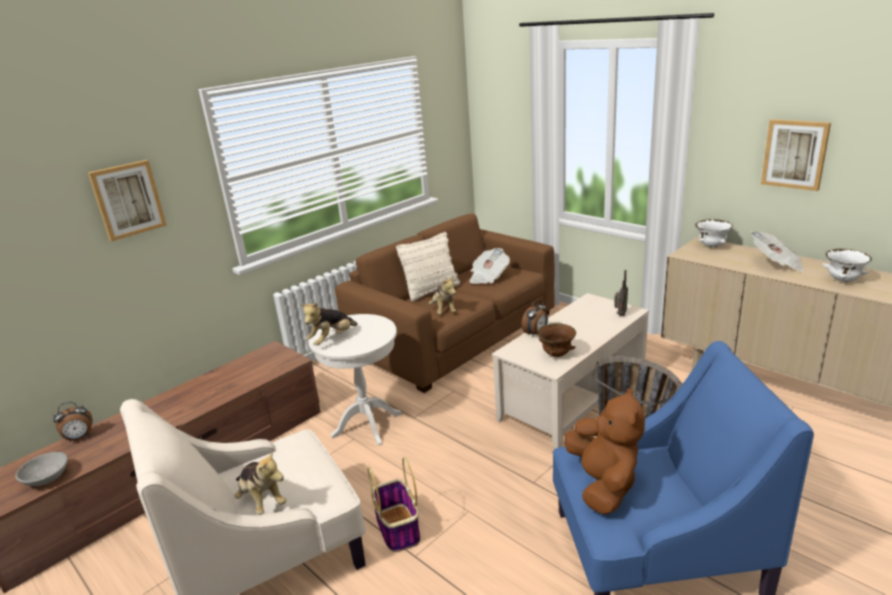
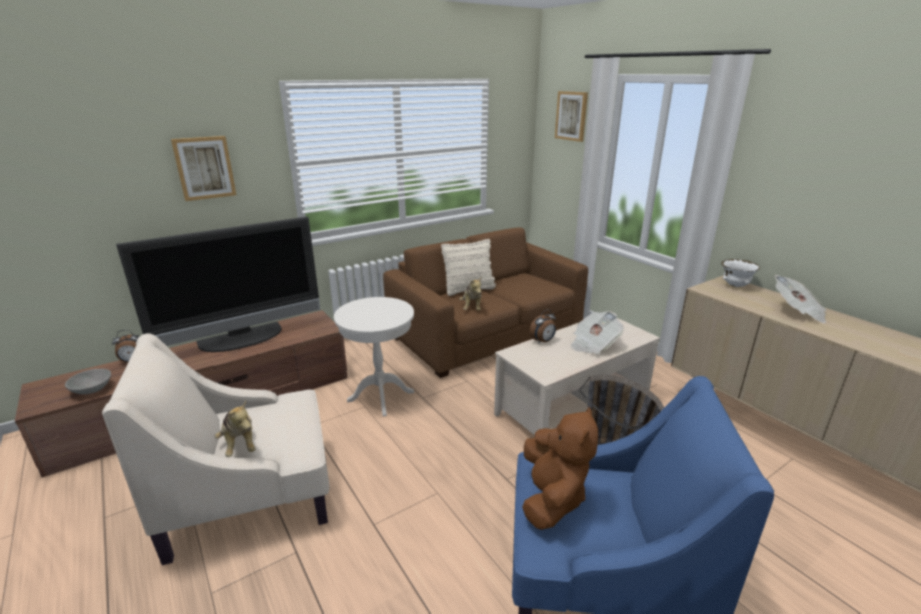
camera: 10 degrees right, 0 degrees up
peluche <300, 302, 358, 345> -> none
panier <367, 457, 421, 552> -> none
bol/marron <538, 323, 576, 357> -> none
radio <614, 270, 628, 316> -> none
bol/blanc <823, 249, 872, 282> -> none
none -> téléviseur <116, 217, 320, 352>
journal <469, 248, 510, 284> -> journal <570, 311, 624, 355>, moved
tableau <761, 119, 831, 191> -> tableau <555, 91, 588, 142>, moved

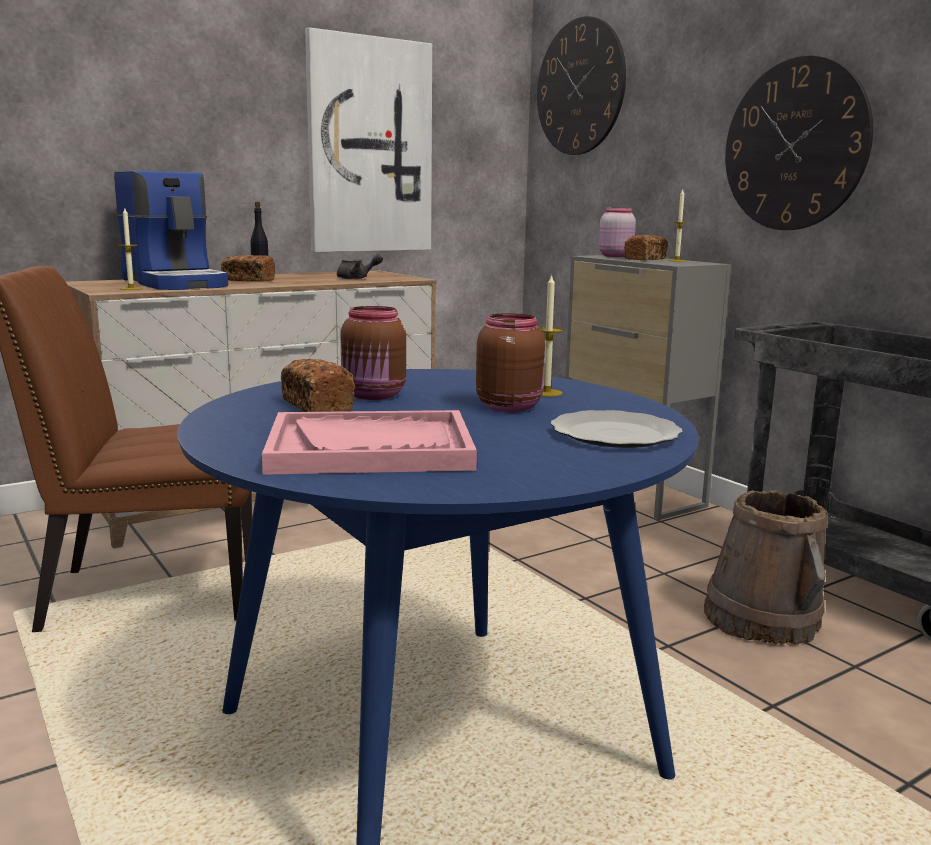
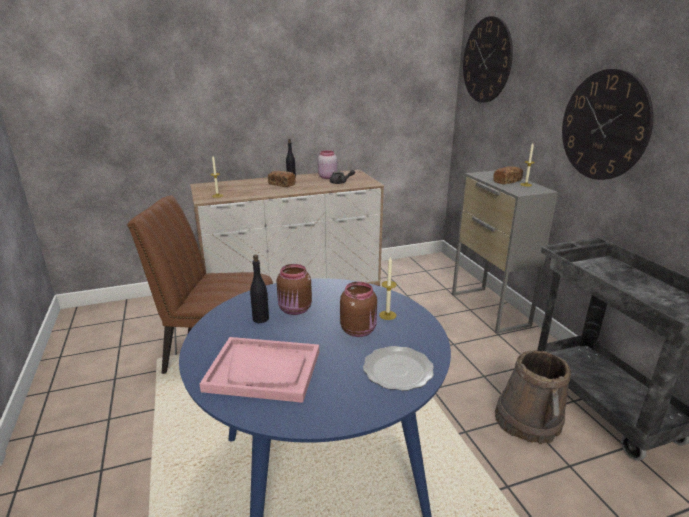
camera: 15 degrees right, 10 degrees up
machine à café <114, 171, 228, 290> -> none
tableau <305, 27, 432, 252> -> none
bocal/rose <599, 208, 636, 257> -> bocal/rose <318, 150, 337, 179>, moved
pain <281, 359, 355, 412> -> bouteille/noir <250, 254, 269, 323>

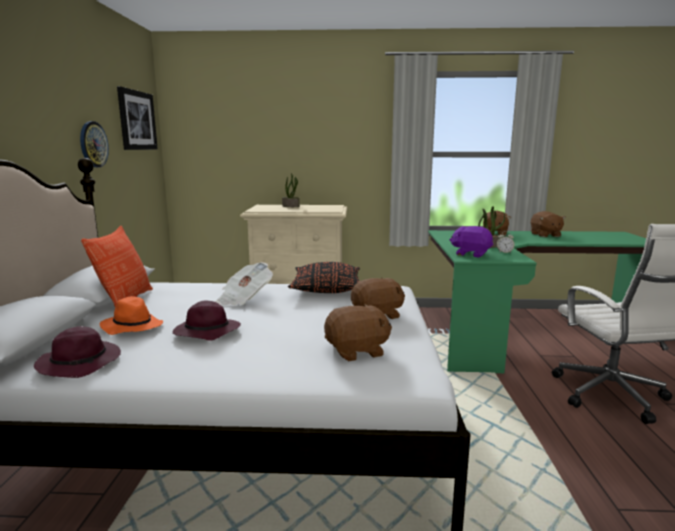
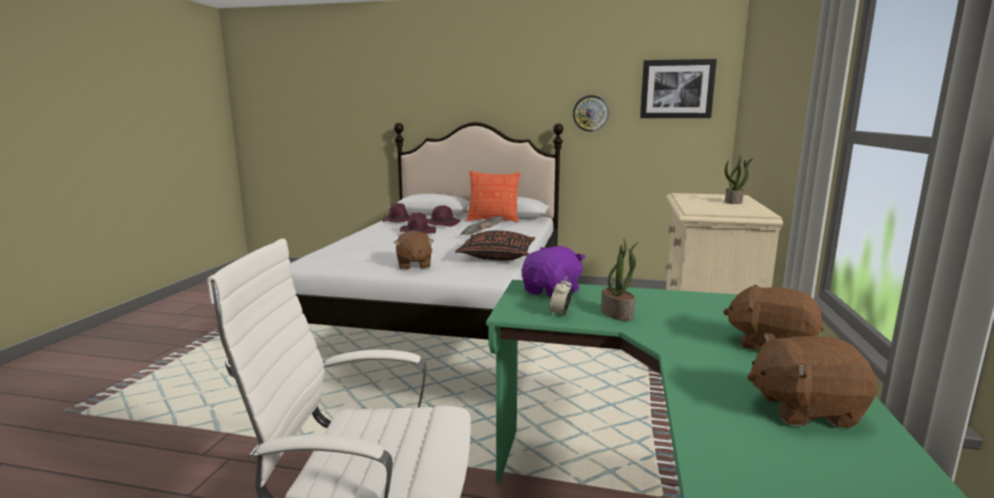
camera: 100 degrees right, 0 degrees up
peluche/marron <324, 304, 392, 361> -> none
chapeau/orange <100, 296, 163, 335> -> chapeau/violet <427, 205, 461, 227>

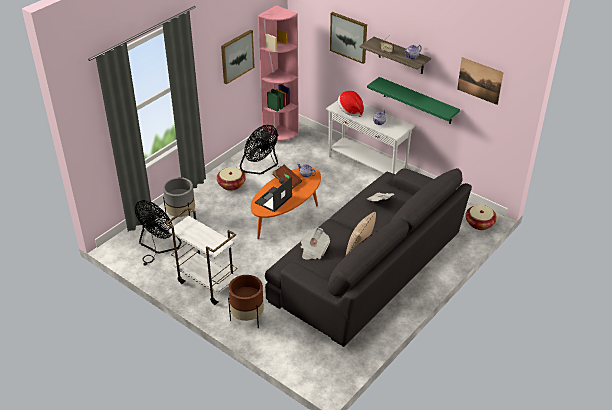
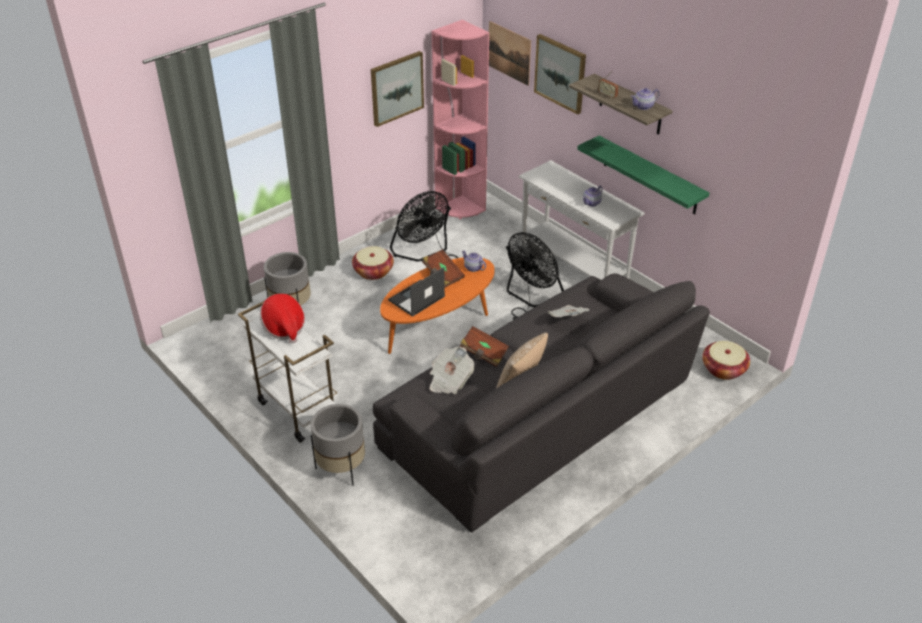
camera: 10 degrees right, 0 degrees up
none -> livre/marron <459, 326, 509, 367>
ventilateur/noir <134, 200, 181, 266> -> ventilateur/noir <506, 232, 564, 320>, moved
chapeau <338, 91, 364, 117> -> chapeau <260, 294, 305, 344>, moved
tableau <457, 57, 504, 105> -> tableau <489, 21, 531, 86>, moved
cache-pot/marron <228, 275, 264, 328> -> cache-pot/gris <311, 404, 365, 486>

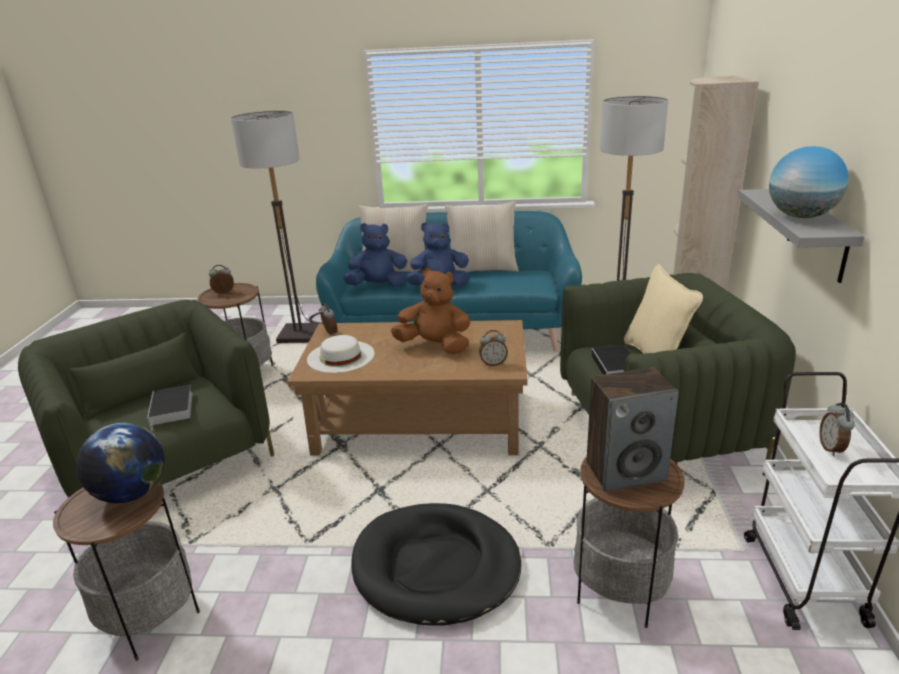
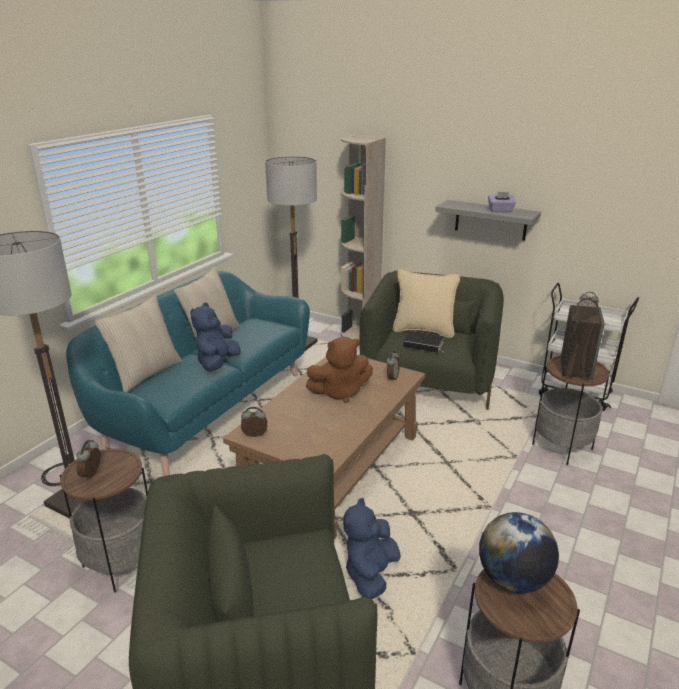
camera: 65 degrees left, 0 degrees up
livre <147, 385, 193, 431> -> none
chapeau/blanc <307, 335, 375, 373> -> none
panier pour chien/noir <351, 503, 521, 626> -> none
peluche/bleu <343, 223, 408, 287> -> peluche/bleu <343, 498, 401, 599>, moved
globe <769, 146, 849, 218> -> boîte à mouchoirs/violet <488, 192, 516, 212>
peluche/marron <391, 268, 470, 354> -> peluche/marron <306, 337, 373, 403>, 150 degrees counterclockwise

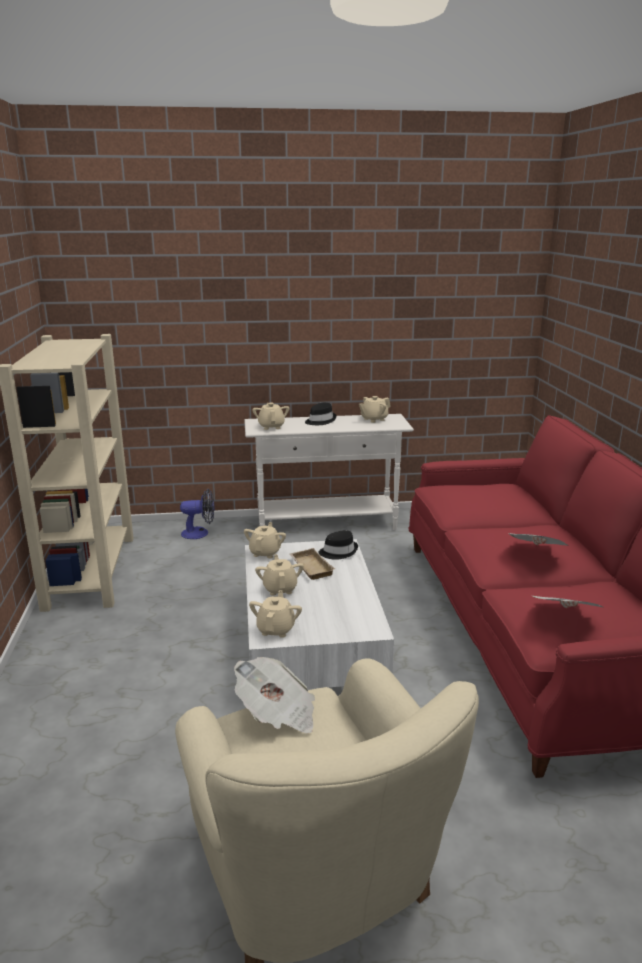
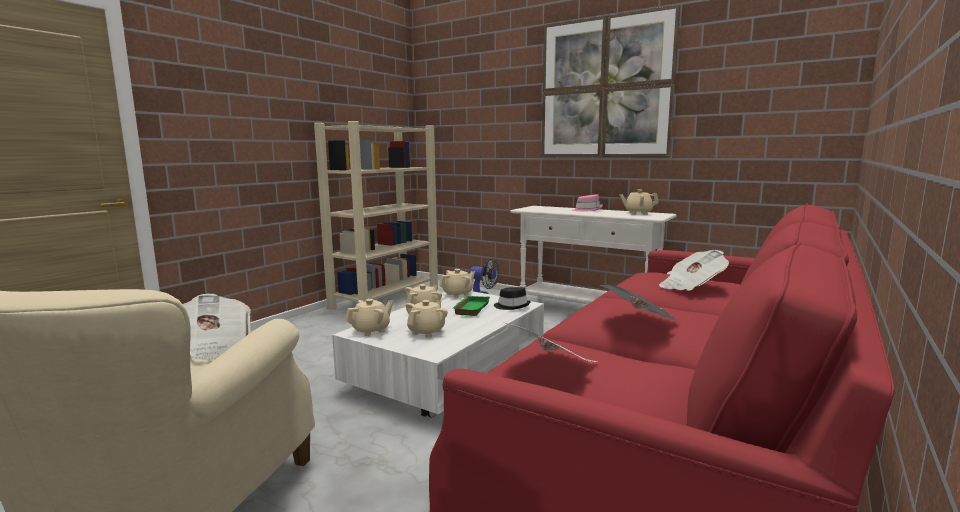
camera: 40 degrees right, 10 degrees down
none -> tableau <542, 5, 680, 157>
none -> journal <659, 250, 729, 291>
théière/beige <252, 403, 290, 430> -> théière/beige <406, 300, 448, 337>, moved
plateau/beige <290, 548, 335, 580> -> plateau/vert <453, 296, 490, 316>
chapeau/noir <305, 403, 336, 425> -> chapeau/rose <572, 194, 603, 212>

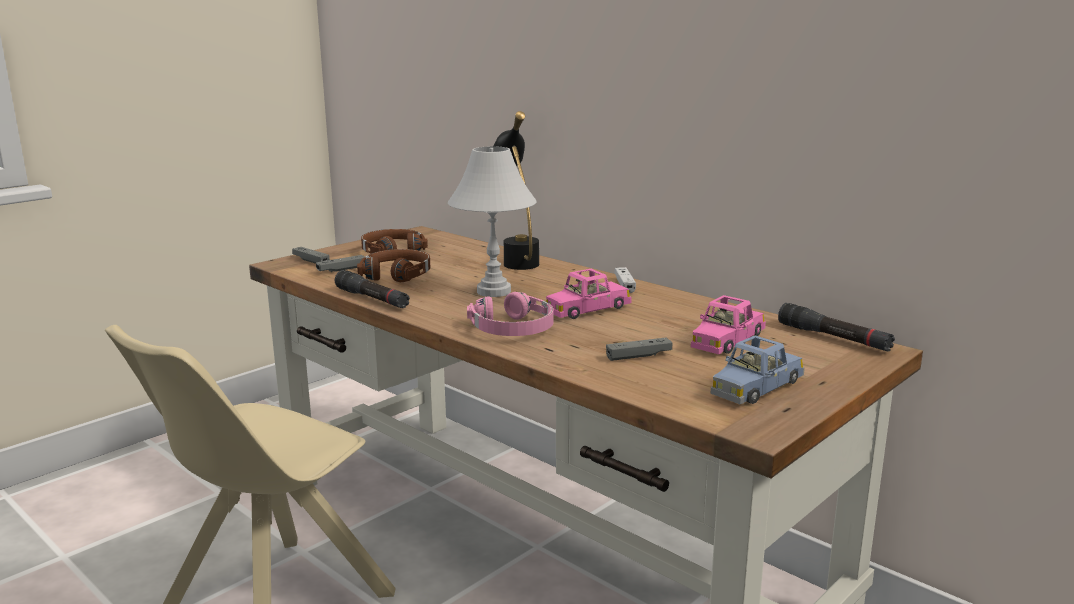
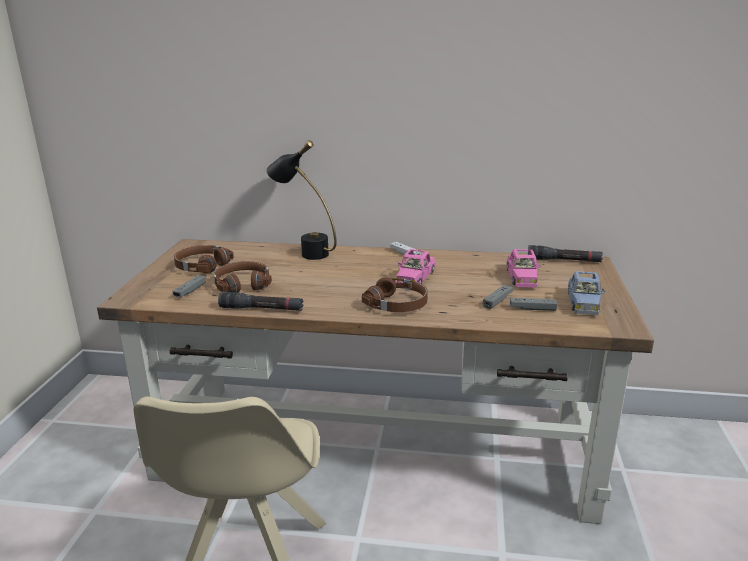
camera: 35 degrees left, 5 degrees up
lampe de table/blanc <448, 146, 537, 297> -> none
manette/gris <292, 247, 330, 264> -> manette/gris <510, 298, 557, 311>, moved
casque audio/rose <467, 292, 554, 336> -> casque audio/marron <362, 277, 428, 312>

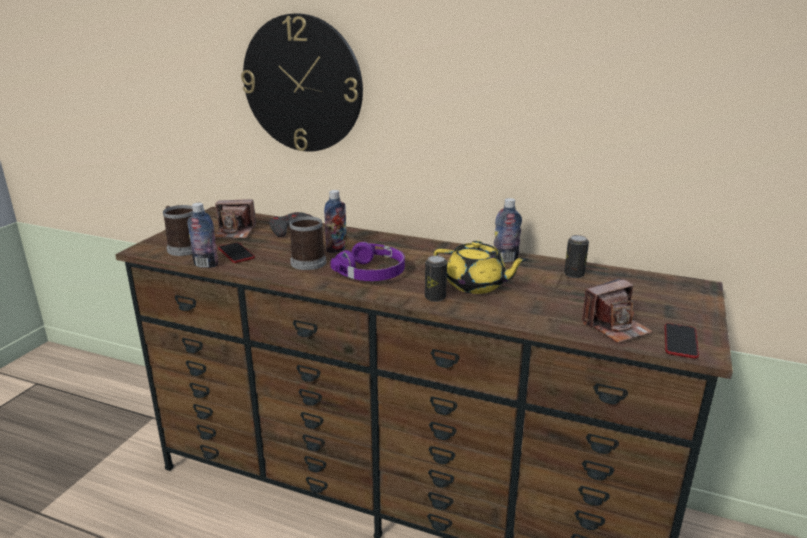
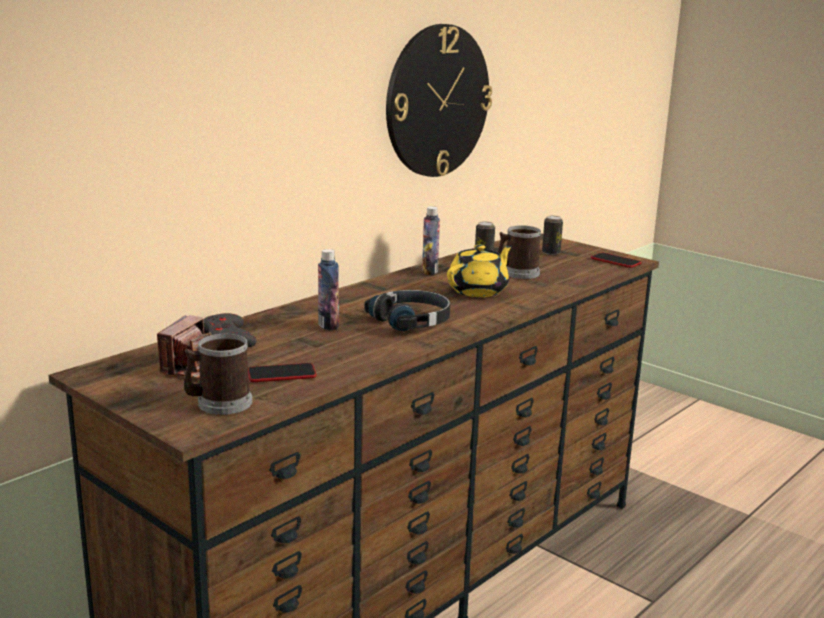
camera: 70 degrees left, 5 degrees down
bouteille <188, 203, 218, 268> -> none
appareil photo <582, 278, 653, 343> -> none
horloge murale <241, 13, 363, 152> -> horloge murale <386, 24, 492, 177>, moved
mug <290, 216, 326, 270> -> mug <497, 225, 541, 279>, moved
boîte métallique <425, 255, 447, 302> -> boîte métallique <542, 216, 563, 255>, moved
casque audio/violet <330, 242, 405, 281> -> casque audio/noir <365, 290, 450, 331>

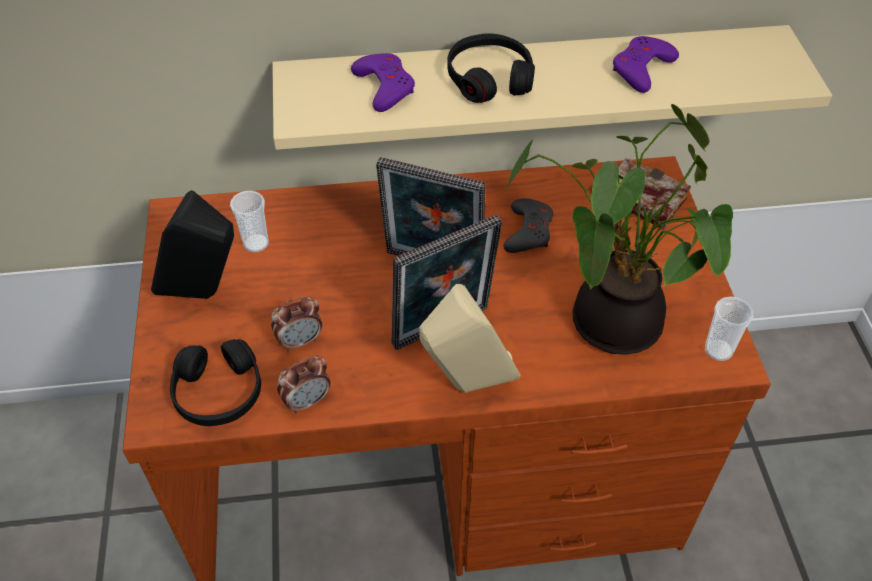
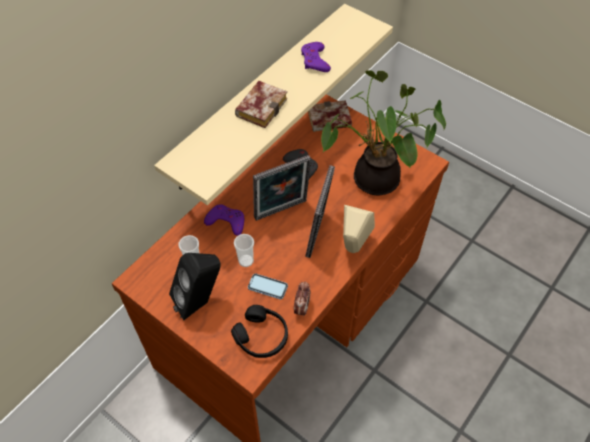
camera: 45 degrees left, 5 degrees up
manette/violet <351, 53, 415, 112> -> manette/violet <204, 204, 244, 236>, moved
tasse <705, 296, 753, 361> -> tasse <234, 234, 254, 267>, moved
réveil <271, 297, 322, 352> -> téléphone <248, 274, 288, 299>
casque audio/noir <447, 33, 535, 103> -> livre <235, 81, 287, 128>

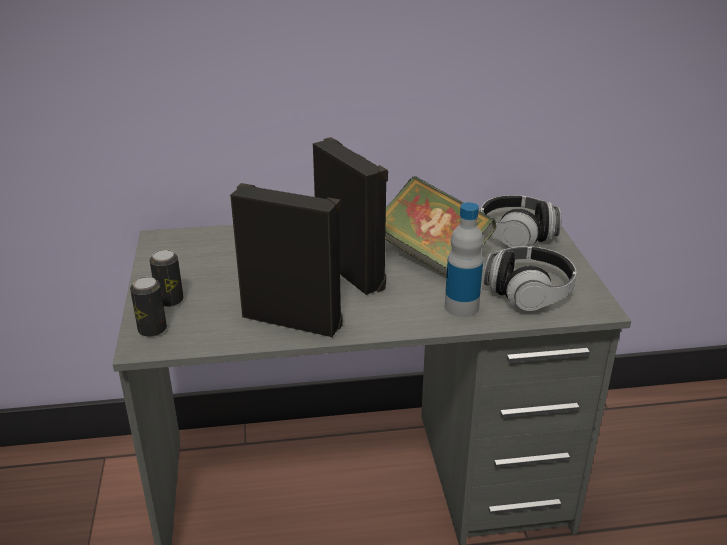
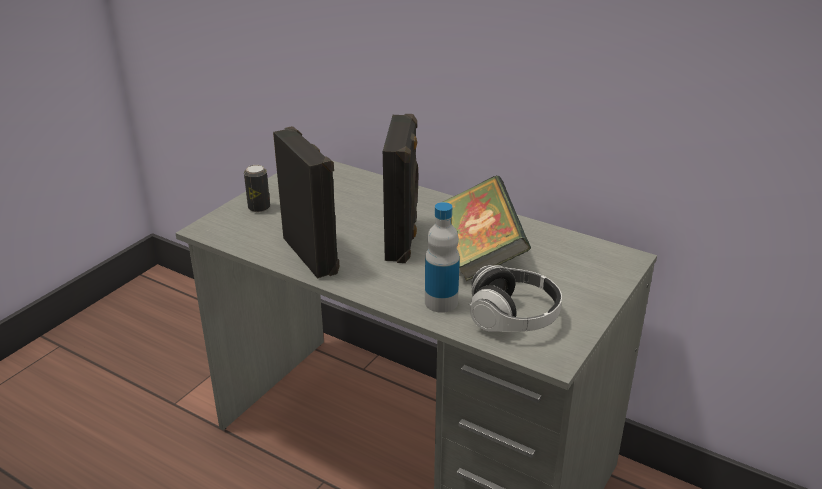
camera: 40 degrees right, 0 degrees up
boîte métallique <130, 277, 167, 337> -> none
casque audio <481, 195, 561, 248> -> none

